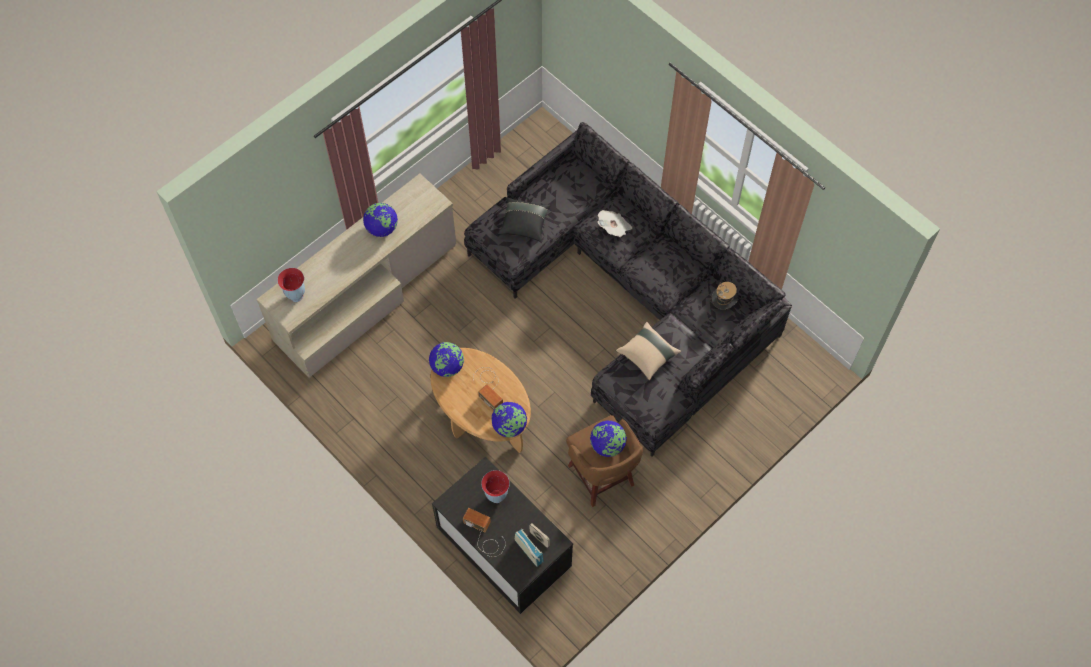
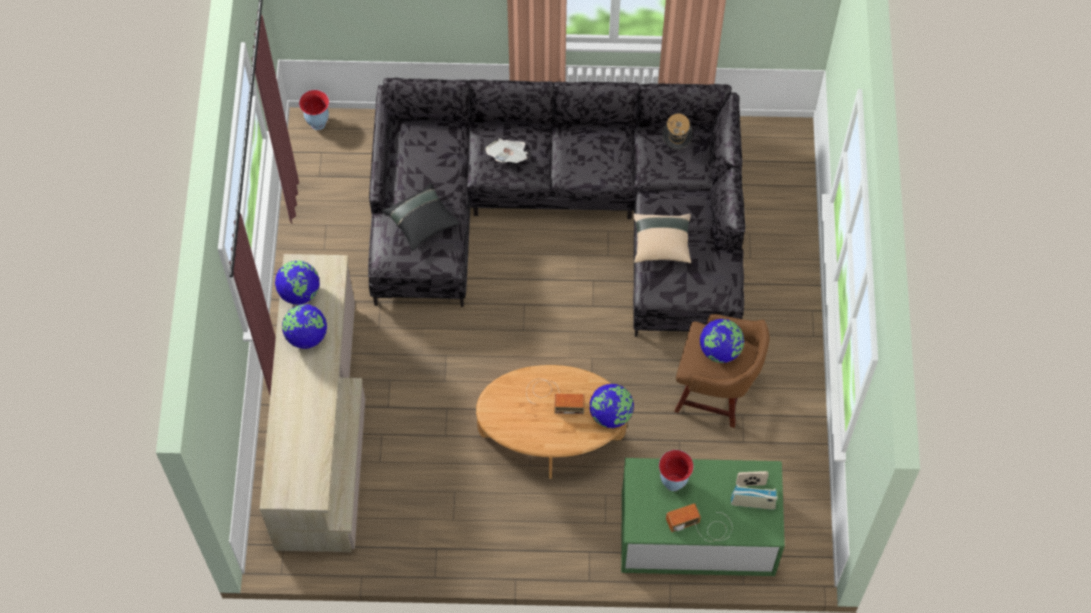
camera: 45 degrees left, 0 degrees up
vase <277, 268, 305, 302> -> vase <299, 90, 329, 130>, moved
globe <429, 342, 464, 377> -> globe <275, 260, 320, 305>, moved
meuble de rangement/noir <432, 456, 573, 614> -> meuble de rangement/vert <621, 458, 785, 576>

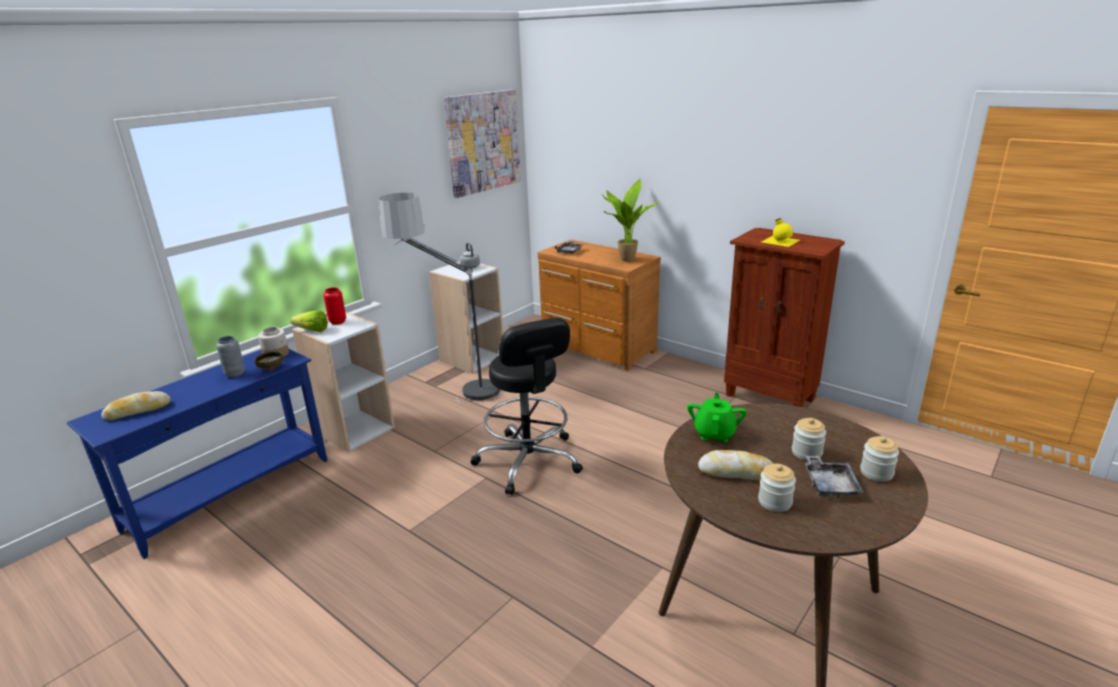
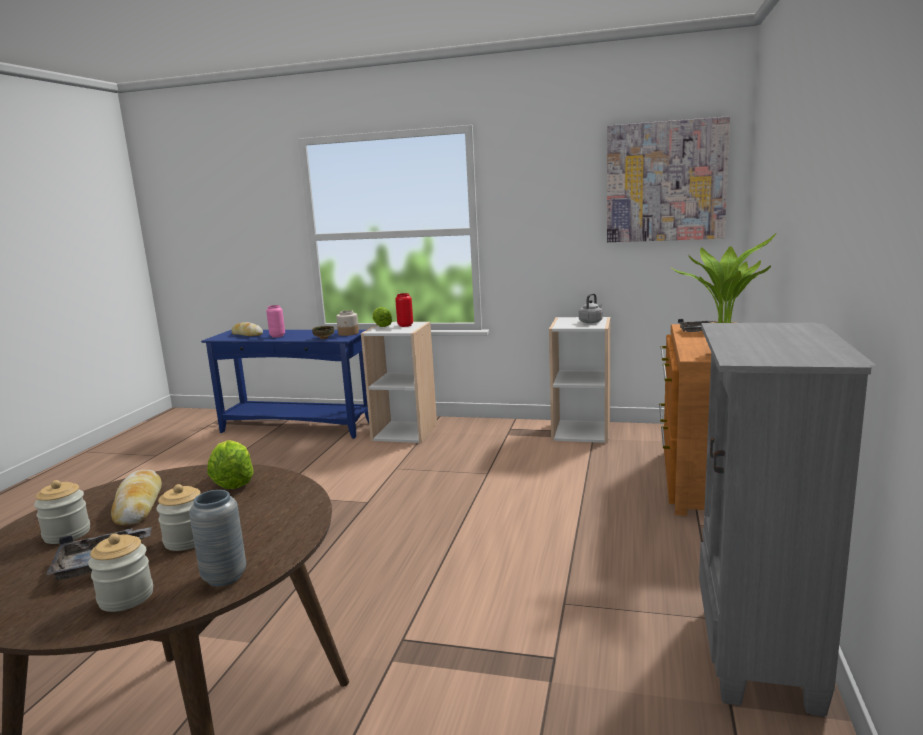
camera: 65 degrees right, 10 degrees down
lampadaire <379, 193, 503, 404> -> none
tabouret/noir <471, 318, 583, 495> -> none
bouteille/jaune <761, 218, 800, 247> -> none
none -> vase/rose <266, 305, 285, 338>
vase/gris <216, 336, 245, 378> -> vase/gris <189, 490, 246, 586>, moved
théière/vert <687, 392, 747, 442> -> laitue <207, 440, 254, 489>
meuble de rangement/marron <724, 228, 845, 407> -> meuble de rangement/gris <699, 323, 877, 716>

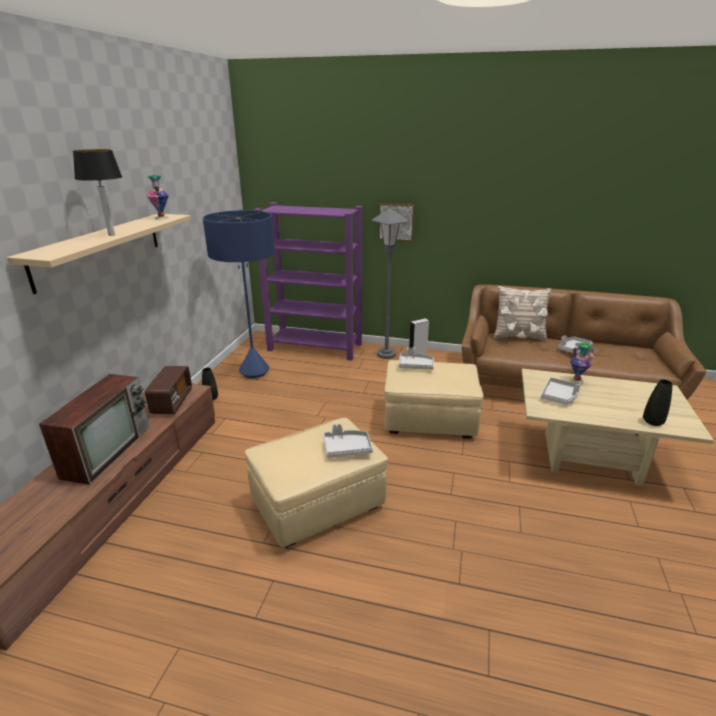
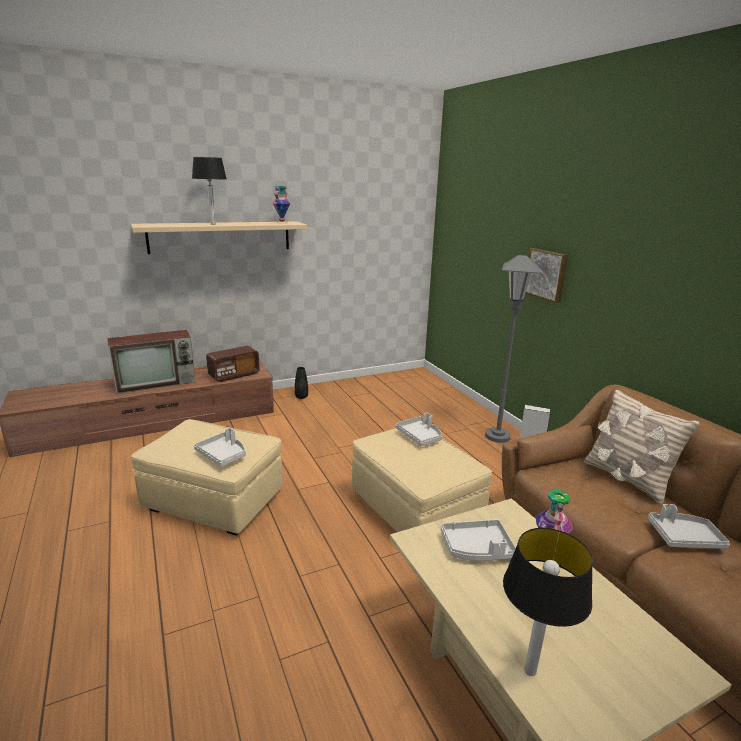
camera: 50 degrees right, 5 degrees down
lampadaire/bleu <203, 210, 275, 378> -> none
bibliothèque/violet <254, 202, 362, 361> -> none
vase/noir <643, 379, 672, 426> -> lampe de table <503, 528, 593, 676>

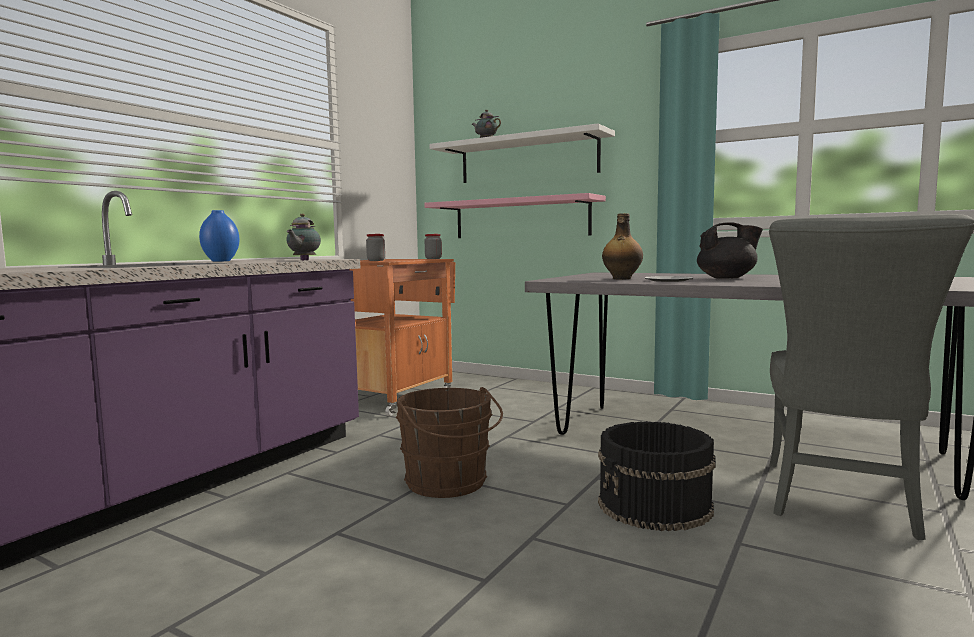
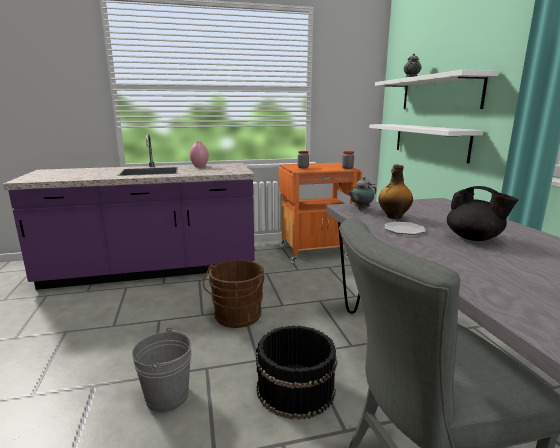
camera: 45 degrees right, 10 degrees up
none -> seau/gris <132, 327, 192, 412>
théière <286, 213, 321, 261> -> théière <348, 177, 376, 209>, moved
vase/bleu <199, 210, 240, 262> -> vase/rose <189, 141, 209, 168>
étagère/rose <424, 193, 606, 238> -> étagère/blanc <369, 124, 483, 163>

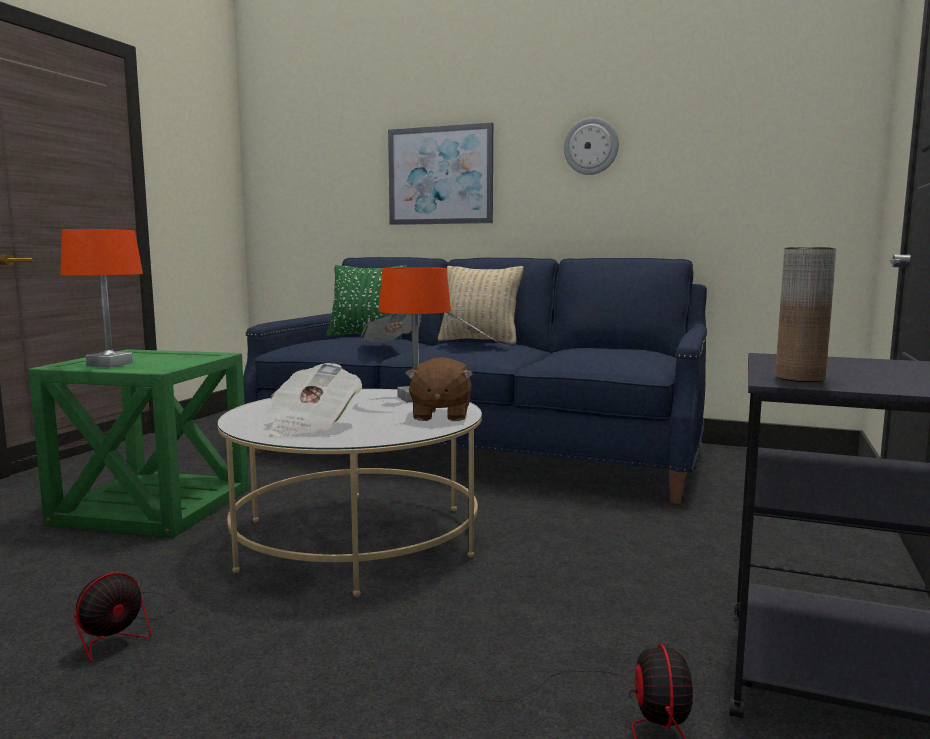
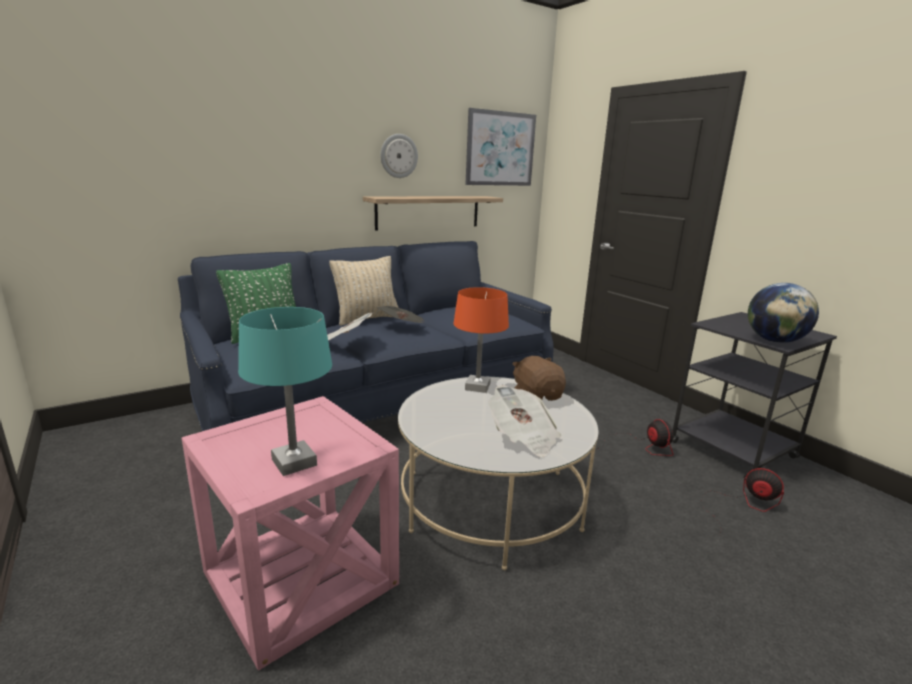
camera: 55 degrees left, 10 degrees up
none -> étagère <363, 196, 503, 231>
ventilateur <74, 573, 179, 662> -> ventilateur <598, 419, 673, 456>, moved
tableau <388, 123, 493, 225> -> tableau <465, 108, 536, 186>, moved
vase/marron <775, 247, 837, 382> -> globe <748, 283, 819, 343>
table d'appoint/vert <28, 349, 249, 538> -> table d'appoint/rose <182, 396, 399, 670>
lampe de table/orange <60, 229, 143, 367> -> lampe de table/turquoise <238, 307, 332, 476>
peluche/marron <405, 357, 473, 421> -> peluche/marron <512, 356, 566, 401>, 150 degrees counterclockwise

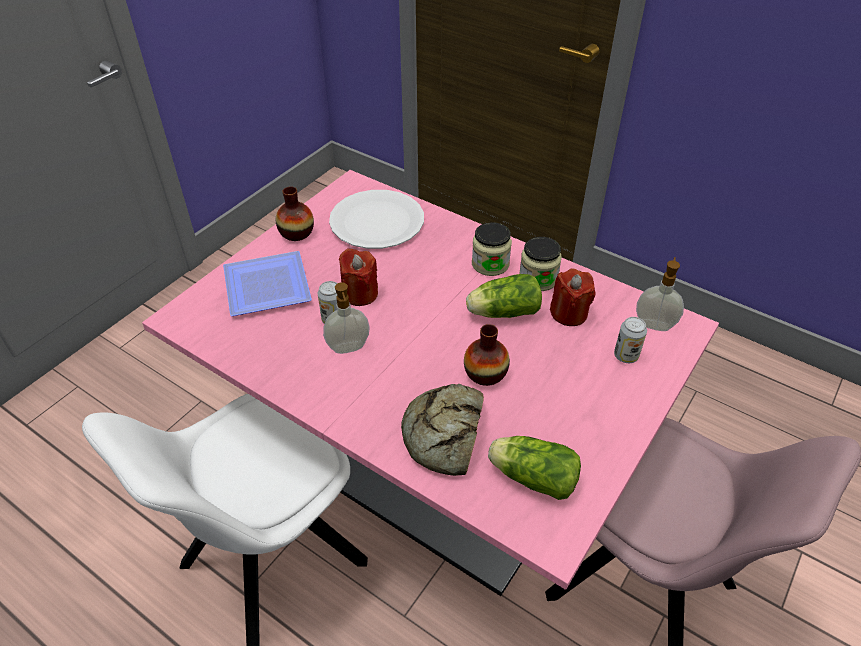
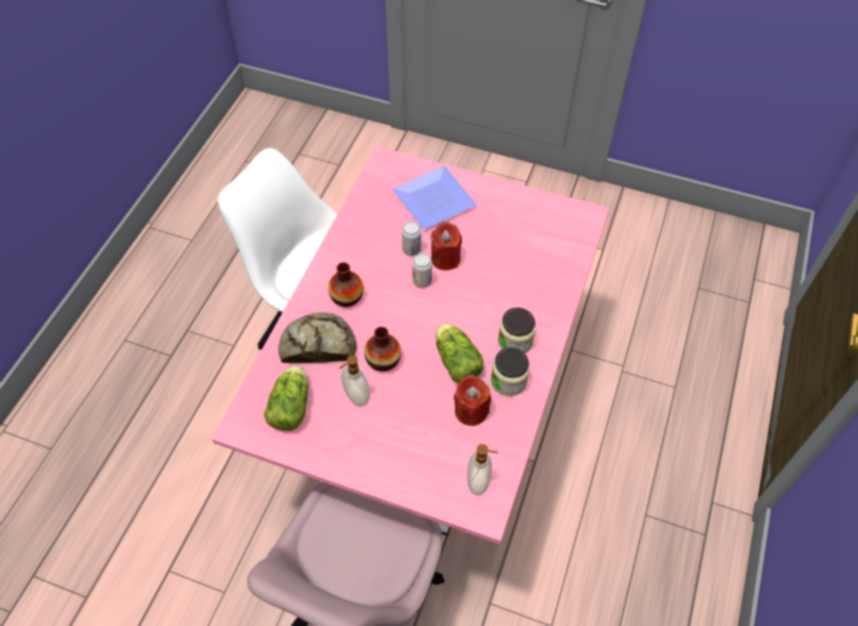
camera: 75 degrees right, 10 degrees up
assiette/blanc <329, 190, 424, 249> -> none
vase <276, 186, 314, 241> -> vase <328, 262, 364, 307>, moved
distributeur de savon <323, 282, 369, 354> -> distributeur de savon <339, 355, 370, 407>, moved
boîte métallique <614, 317, 647, 363> -> boîte métallique <412, 253, 432, 288>, moved

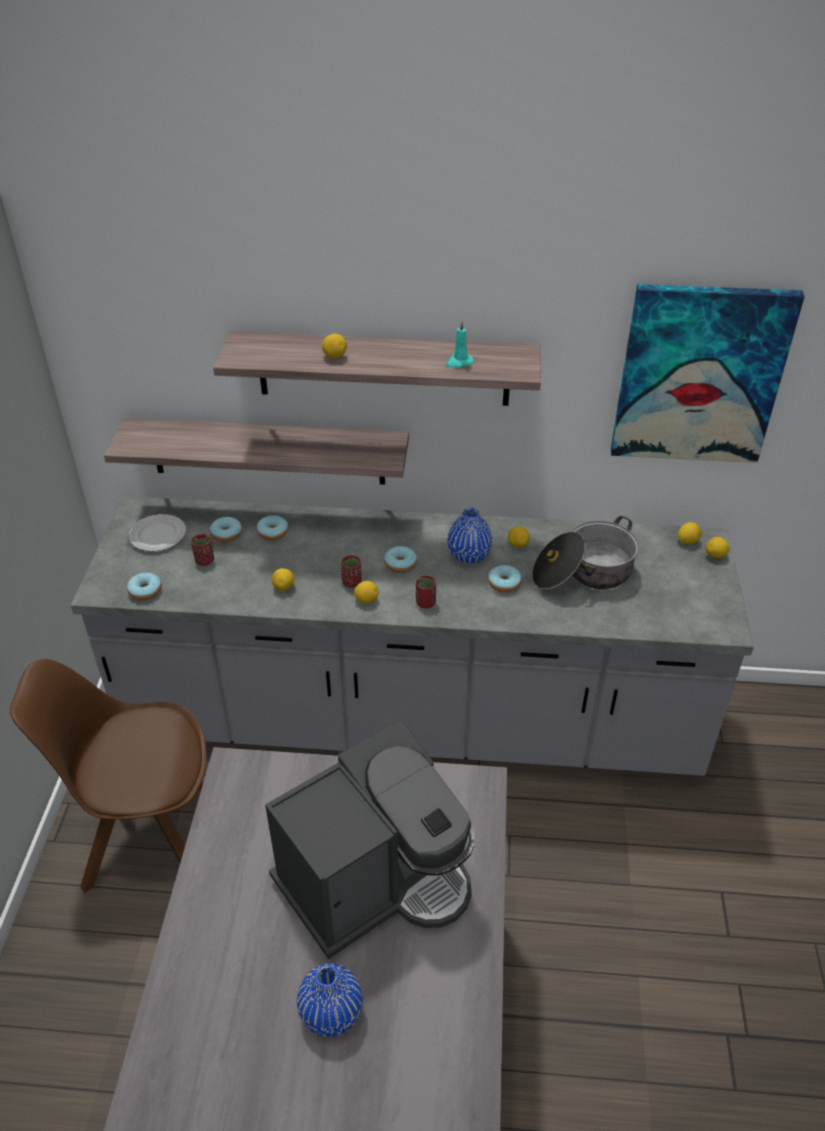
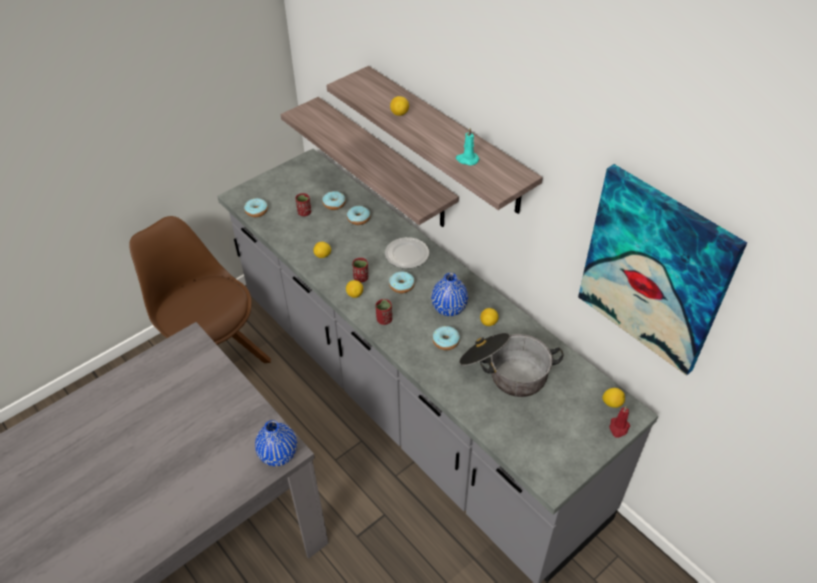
camera: 45 degrees right, 5 degrees up
machine à café <265, 719, 474, 959> -> none
assiette <129, 514, 186, 551> -> assiette <385, 237, 429, 269>, moved
vase/bleu <297, 963, 363, 1037> -> vase/bleu <255, 420, 297, 466>, moved
citron <706, 537, 730, 558> -> bougie/rouge <609, 405, 630, 438>

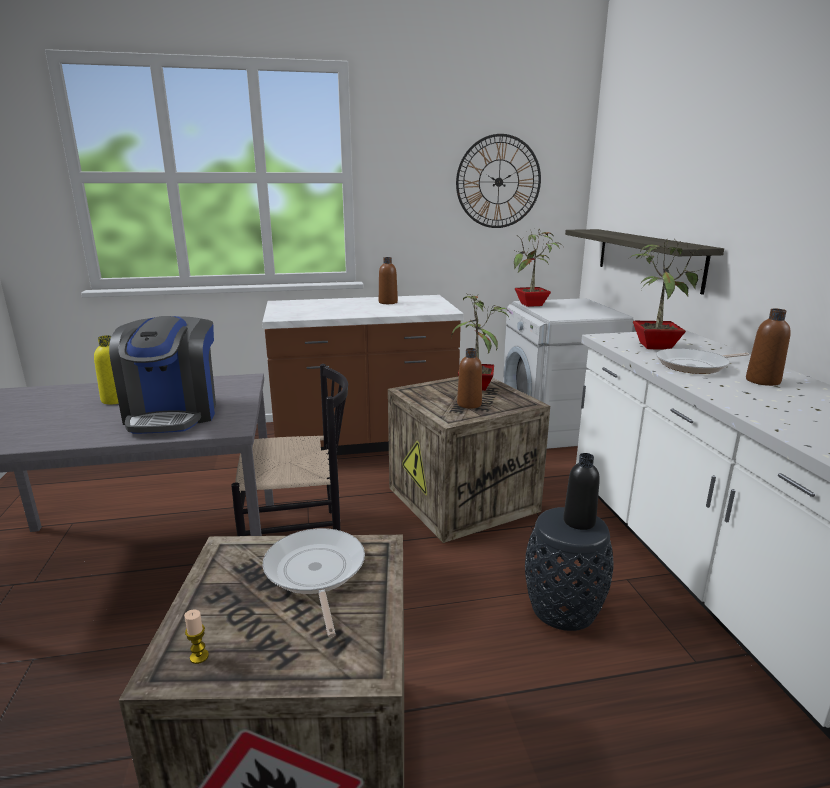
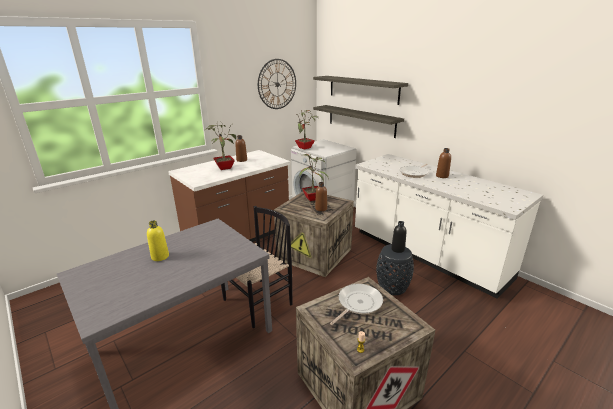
camera: 30 degrees left, 5 degrees up
machine à café <109, 316, 216, 434> -> none
none -> étagère <313, 76, 408, 105>
plante en pot <631, 240, 702, 350> -> plante en pot <205, 121, 236, 170>, moved
poêle <263, 528, 365, 638> -> poêle <330, 284, 383, 325>, 90 degrees clockwise

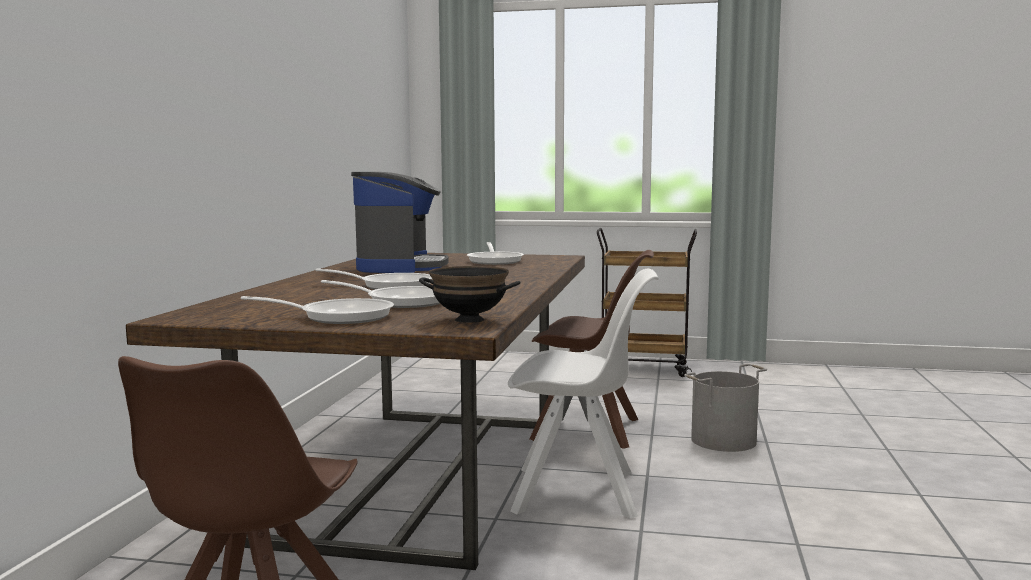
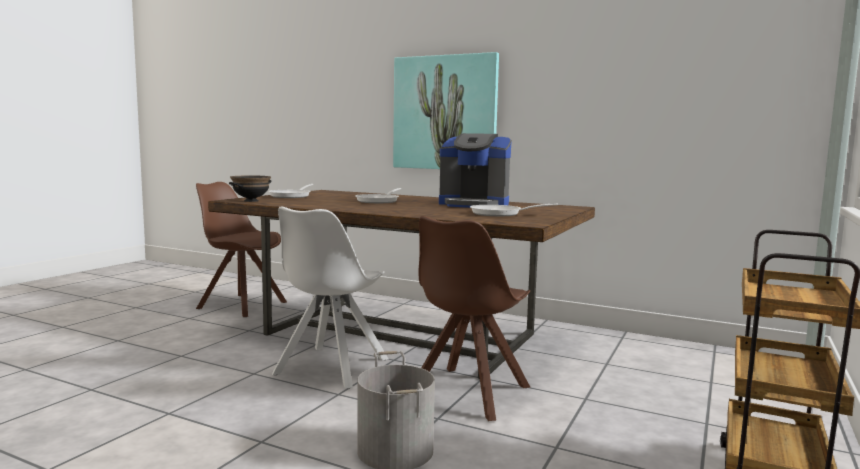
camera: 105 degrees right, 0 degrees up
poêle <321, 280, 440, 308> -> none
none -> tableau <393, 52, 499, 169>

